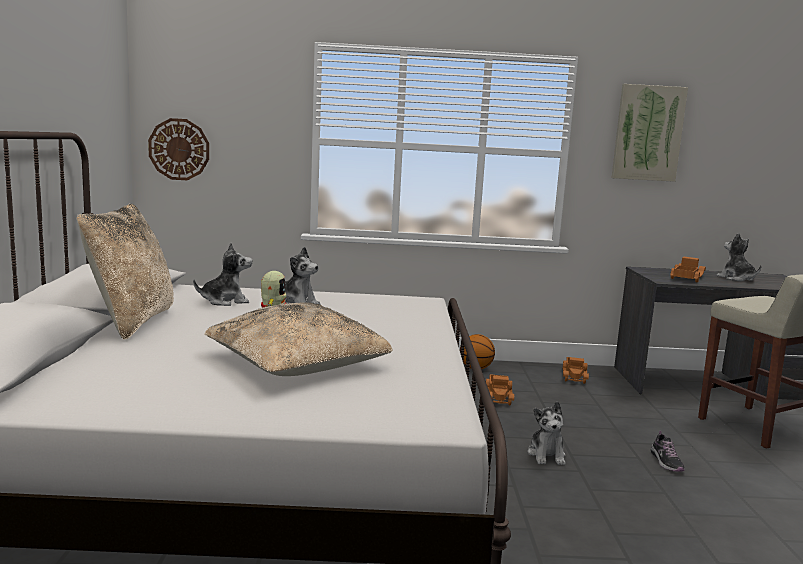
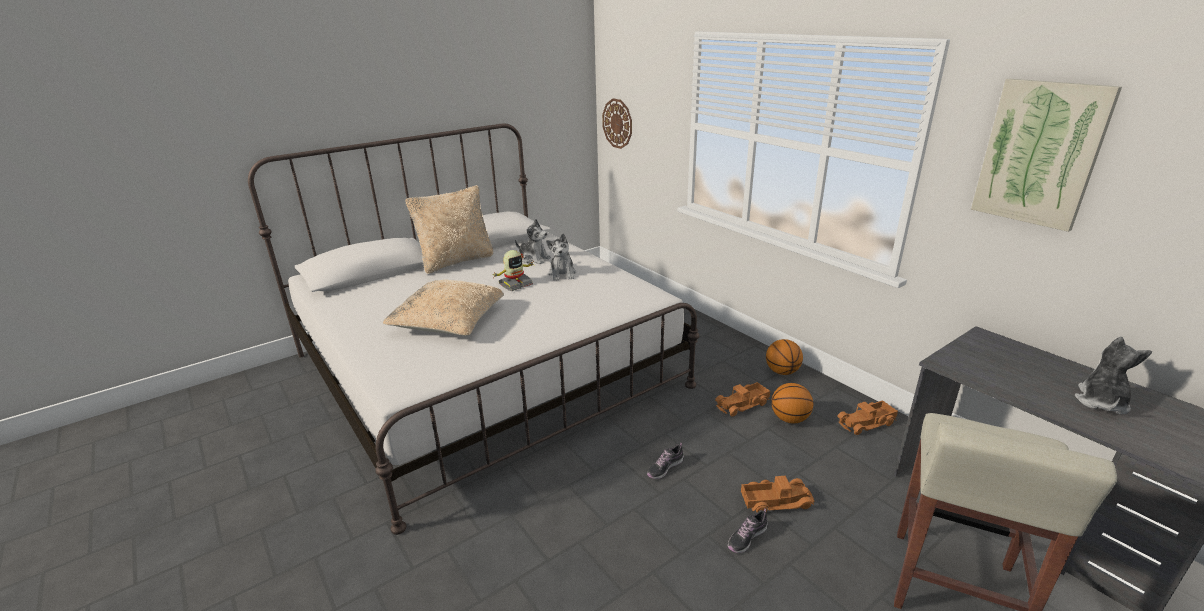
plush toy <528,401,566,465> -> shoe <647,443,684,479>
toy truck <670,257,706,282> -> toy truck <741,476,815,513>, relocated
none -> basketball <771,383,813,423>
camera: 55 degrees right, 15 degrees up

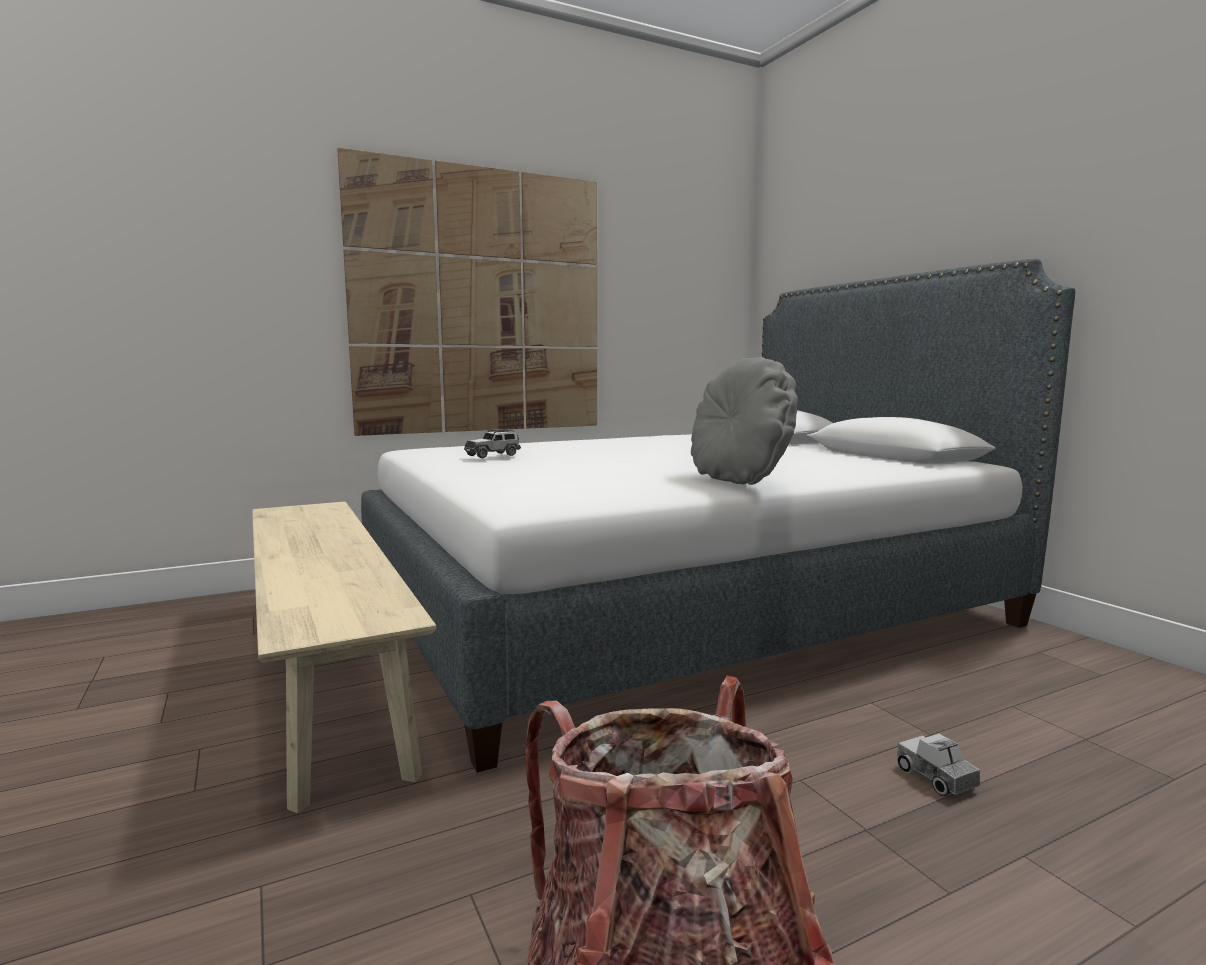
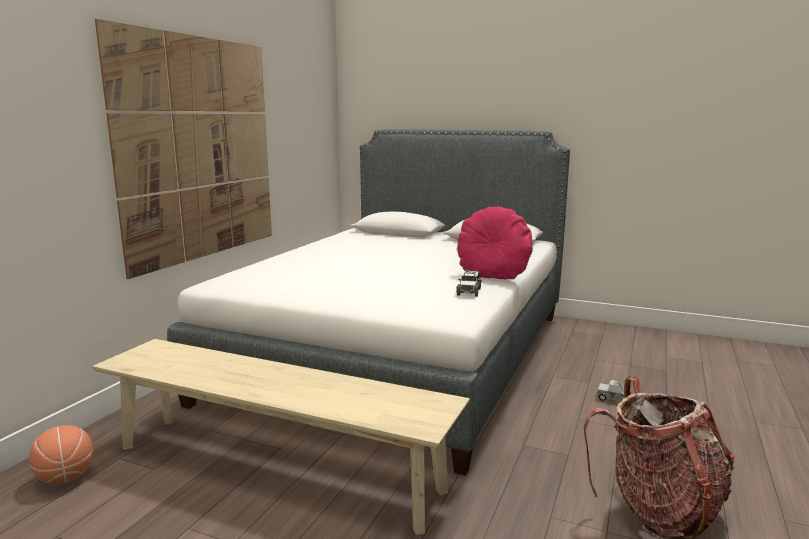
toy car <464,429,521,458> -> toy car <456,270,481,297>, relocated
pillow/grey <691,357,798,485> -> pillow/pink <457,206,533,279>
none -> basketball <29,425,93,484>
camera: 40 degrees left, 5 degrees up

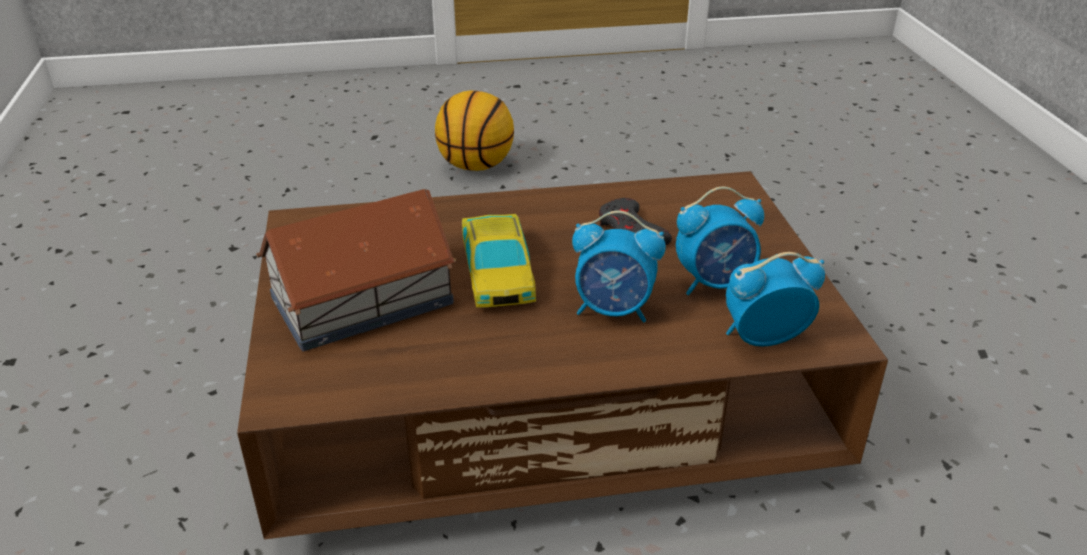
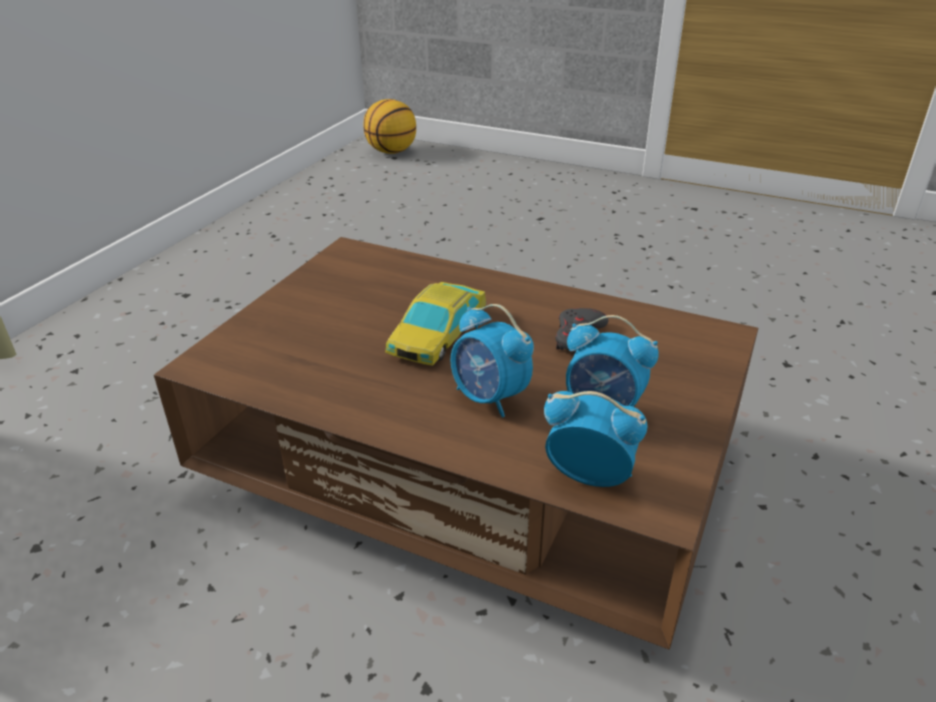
toy house <256,189,456,352> -> none
basketball <435,90,514,171> -> basketball <363,99,416,154>, relocated
camera: 35 degrees right, 0 degrees up

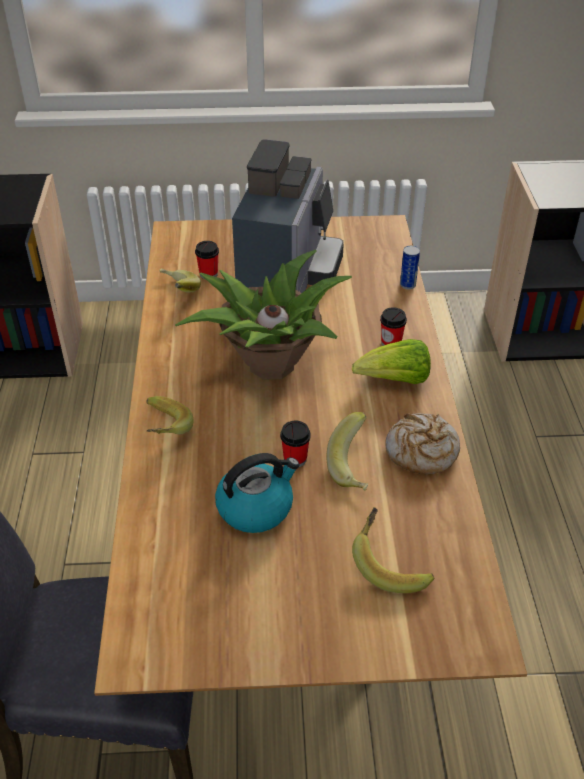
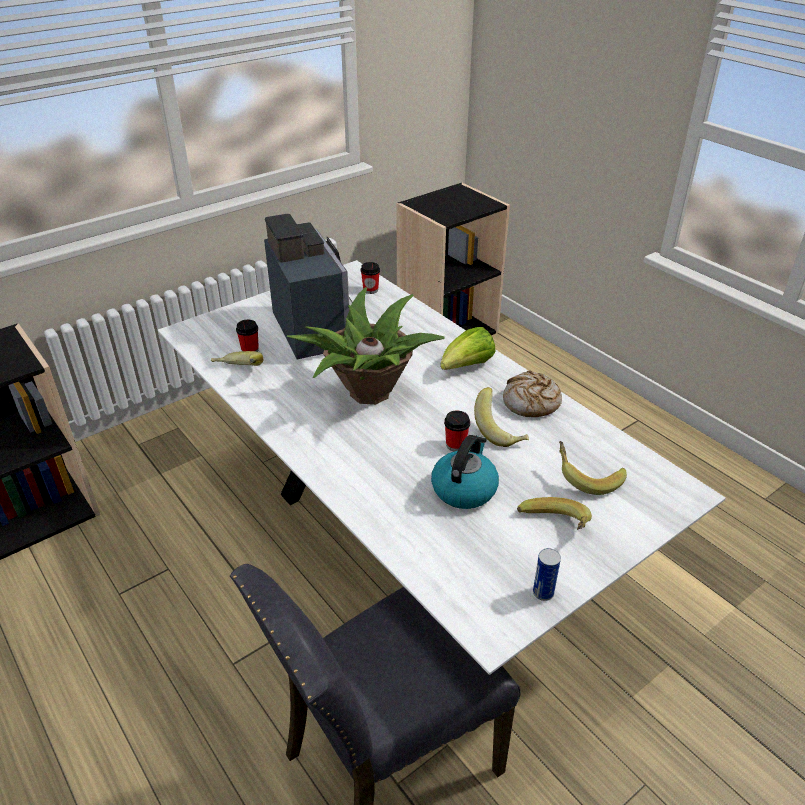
dining table/brown <94,215,527,696> -> dining table/white <158,260,726,675>
banana <146,396,194,434> -> banana <517,497,592,530>, relocated
cup <380,307,407,346> -> cup <361,262,380,294>, relocated
can <400,246,420,289> -> can <533,548,561,601>, relocated
camera: 35 degrees left, 5 degrees down

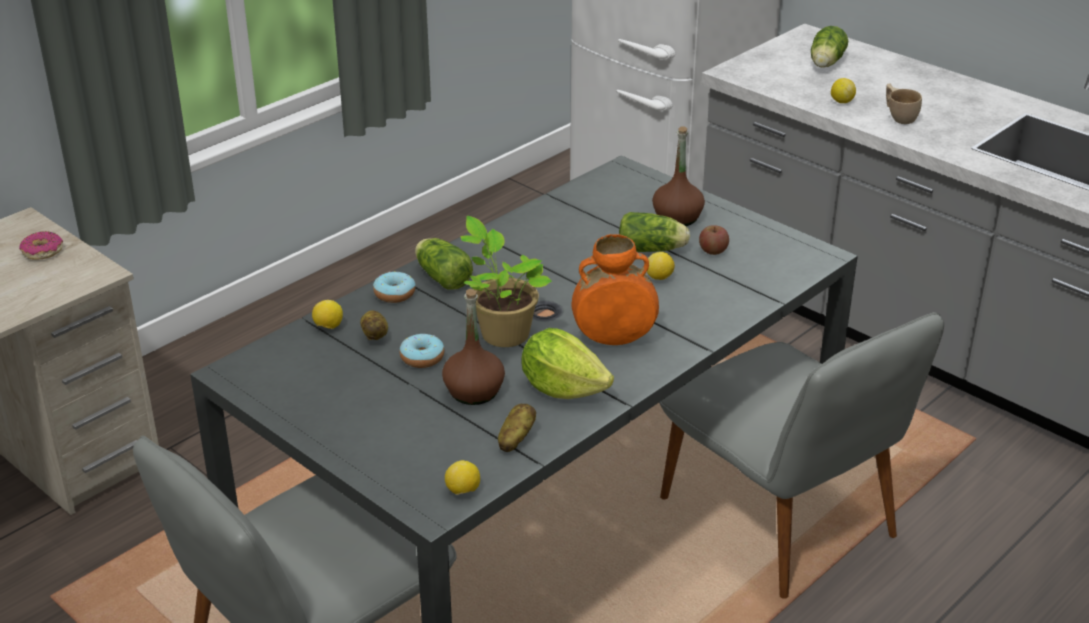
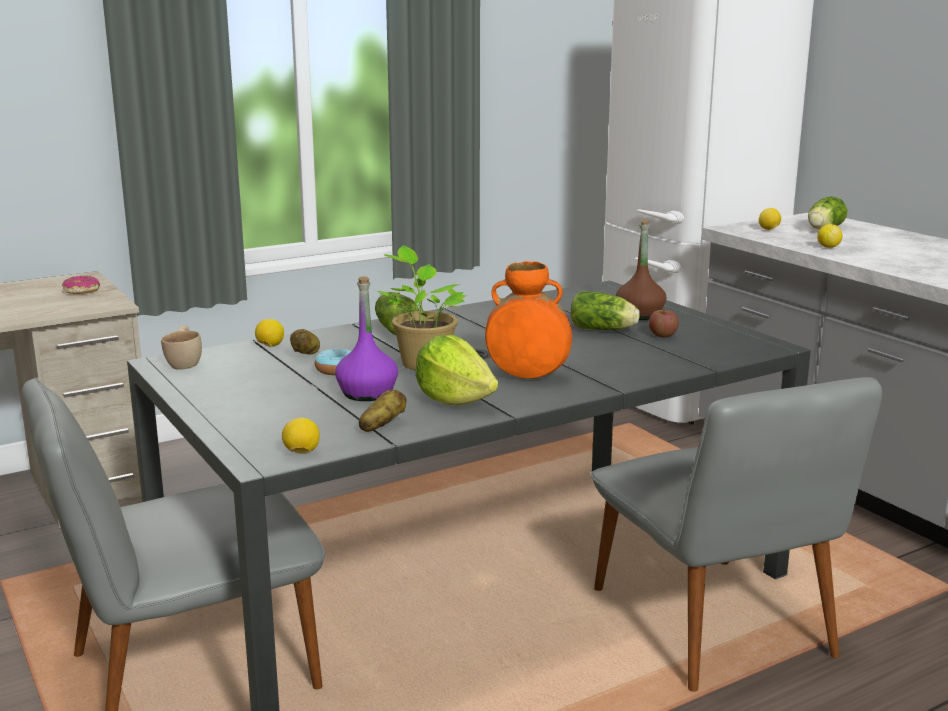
donut <373,271,416,303> -> none
bottle/brown <442,289,505,405> -> bottle/purple <335,276,398,401>
lemon <647,252,675,280> -> lemon <759,208,781,230>, relocated
cup/beige <886,83,922,124> -> cup/beige <161,325,202,370>, relocated
camera: 15 degrees right, 15 degrees down

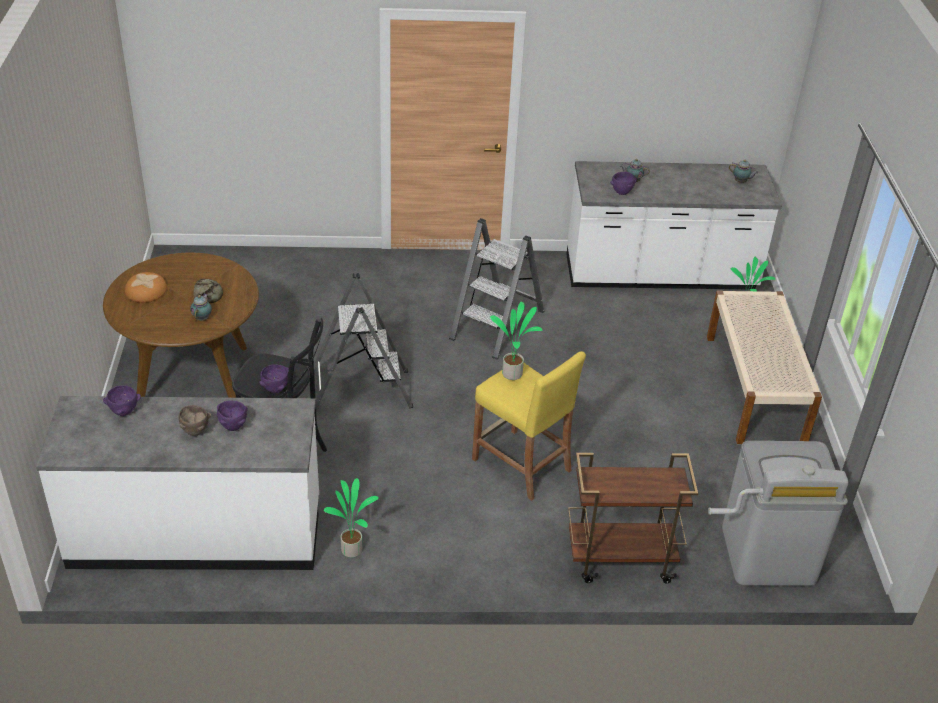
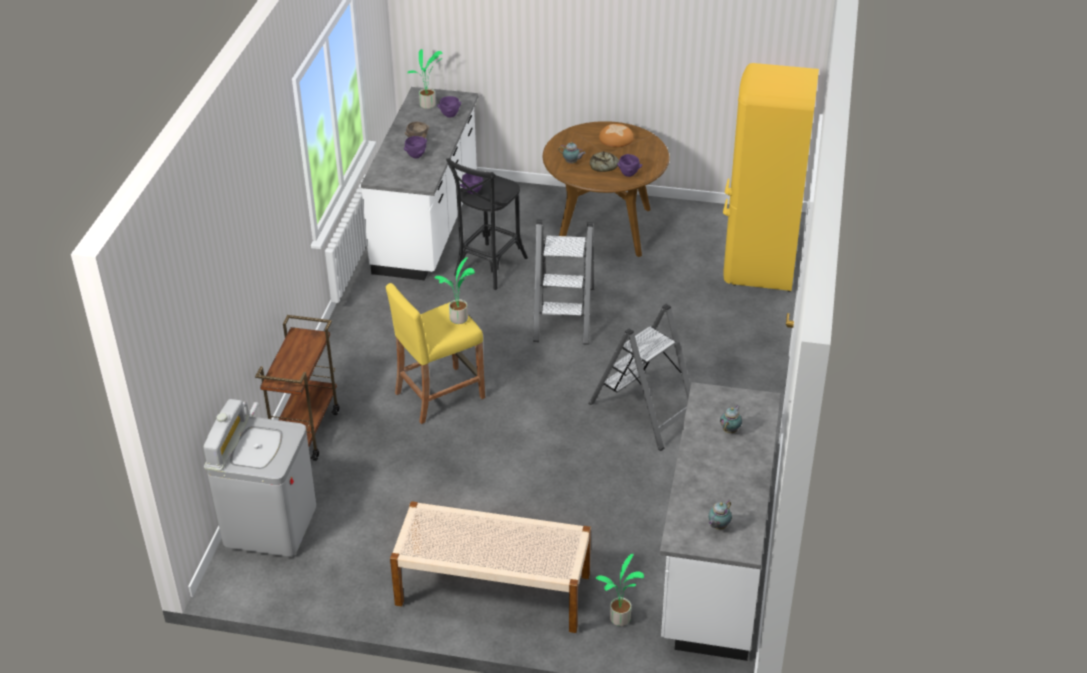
potted plant <324,478,379,558> -> potted plant <407,49,443,109>, relocated
bowl/purple <610,172,637,195> -> bowl/purple <617,154,642,177>, relocated
none -> fridge/yellow <723,63,819,292>
camera: 105 degrees right, 0 degrees up

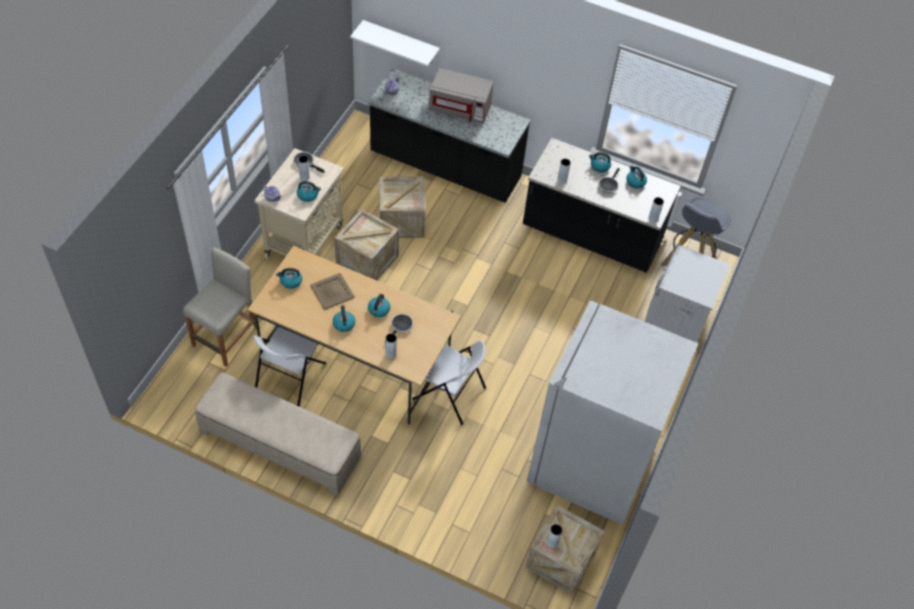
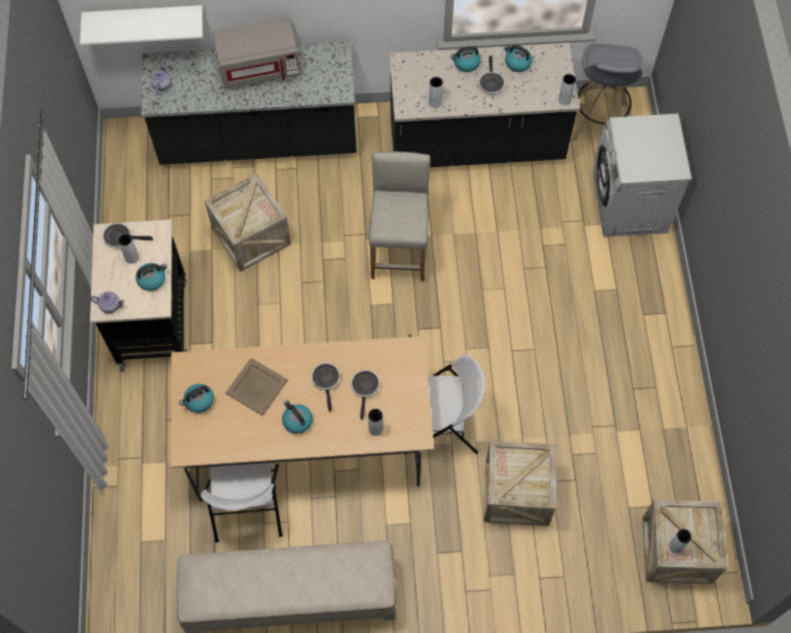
stool/beige <183,247,260,366> -> stool/beige <368,152,430,281>, relocated
cart/beige <254,148,344,259> -> cart/black <90,220,187,371>
crate <334,209,399,280> -> crate <484,440,556,526>, relocated
kettle <368,294,390,317> -> frying pan <311,362,340,412>
fridge/white <527,301,699,525> -> none
camera: 25 degrees left, 10 degrees up

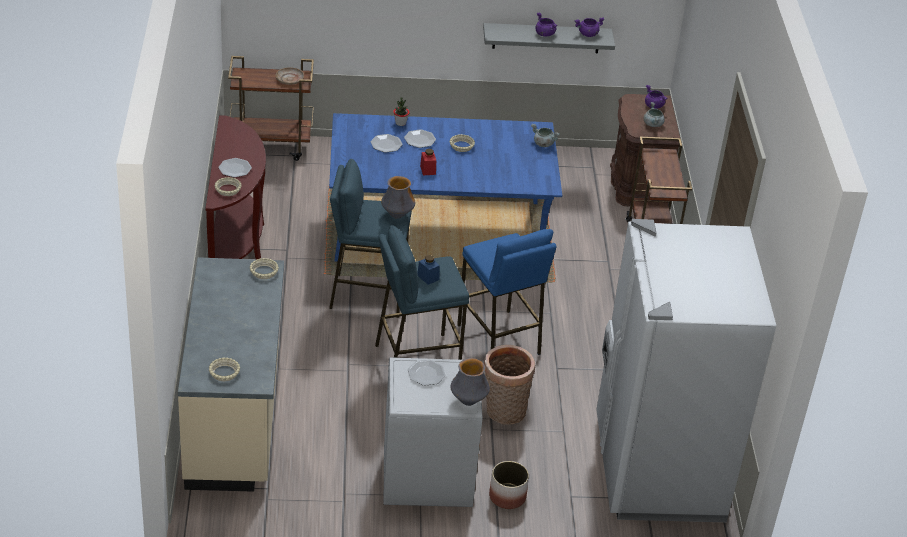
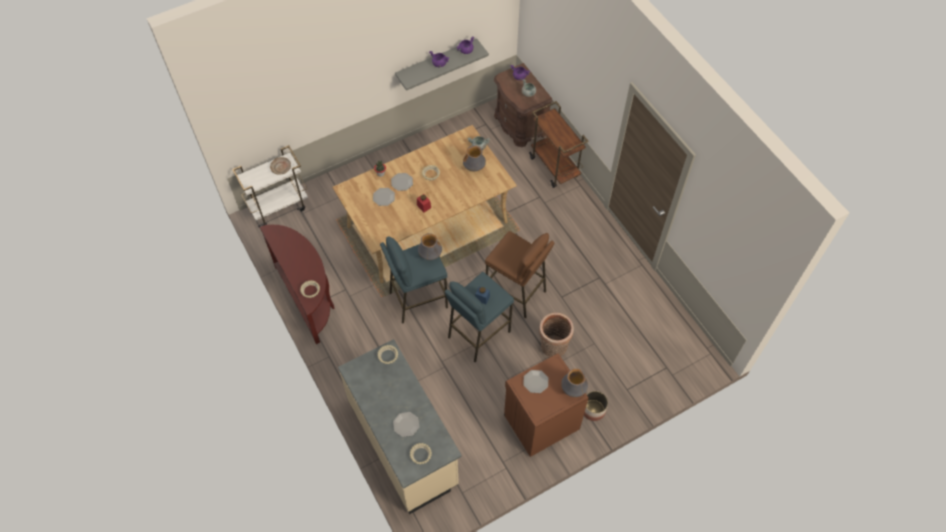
plate <218,158,252,178> -> plate <393,412,420,437>, relocated
cart/brown <228,56,314,161> -> cart/white <232,145,308,228>
dining table/blue <329,113,562,262> -> dining table/beige <332,125,517,283>
washing machine/white <384,357,483,507> -> washing machine/brown <504,353,589,457>
stool/blue <457,229,556,355> -> stool/brown <485,231,554,318>
fridge/white <596,219,776,522> -> none
none -> vase <463,145,486,171>
camera: 25 degrees left, 20 degrees up

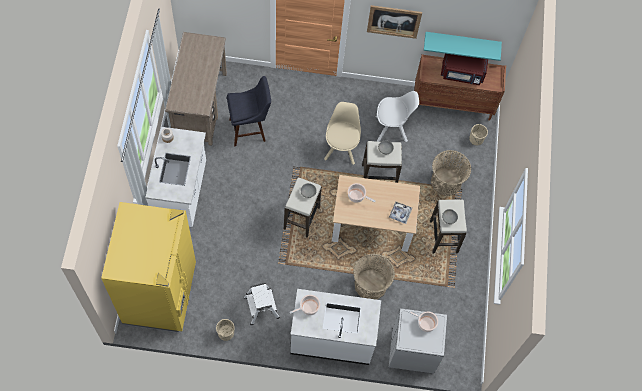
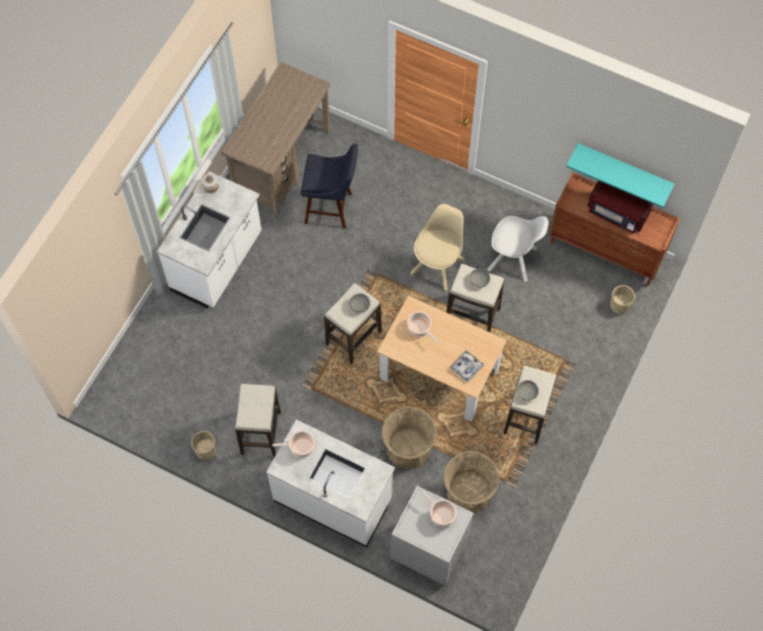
fridge/yellow <101,202,196,332> -> none
step ladder/white <244,283,280,325> -> stool <235,384,281,457>
picture <367,5,422,39> -> none
basket <431,150,471,196> -> basket <443,451,500,513>, relocated
camera: 25 degrees right, 0 degrees up

